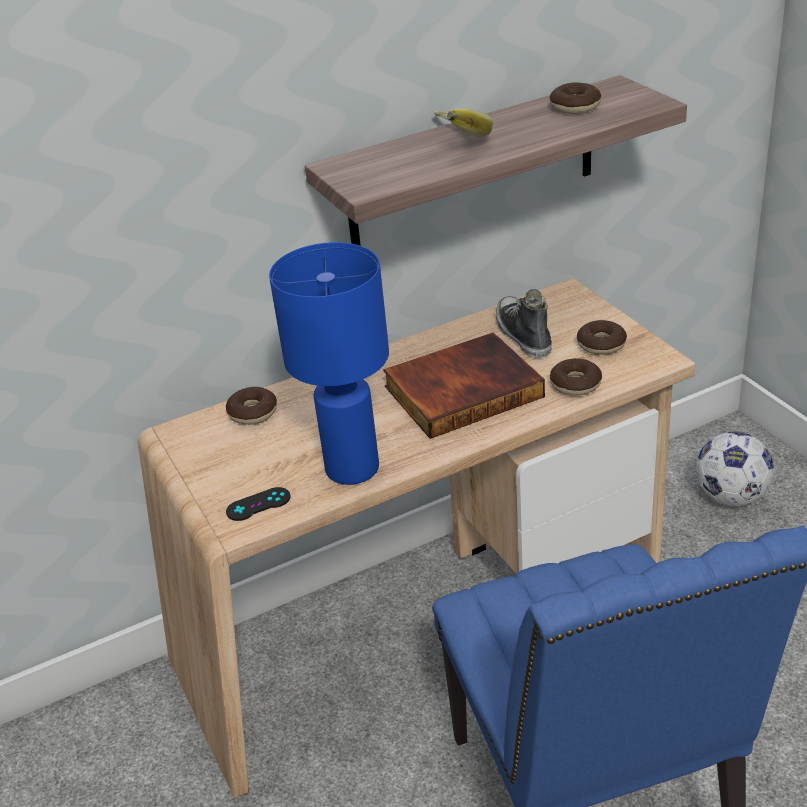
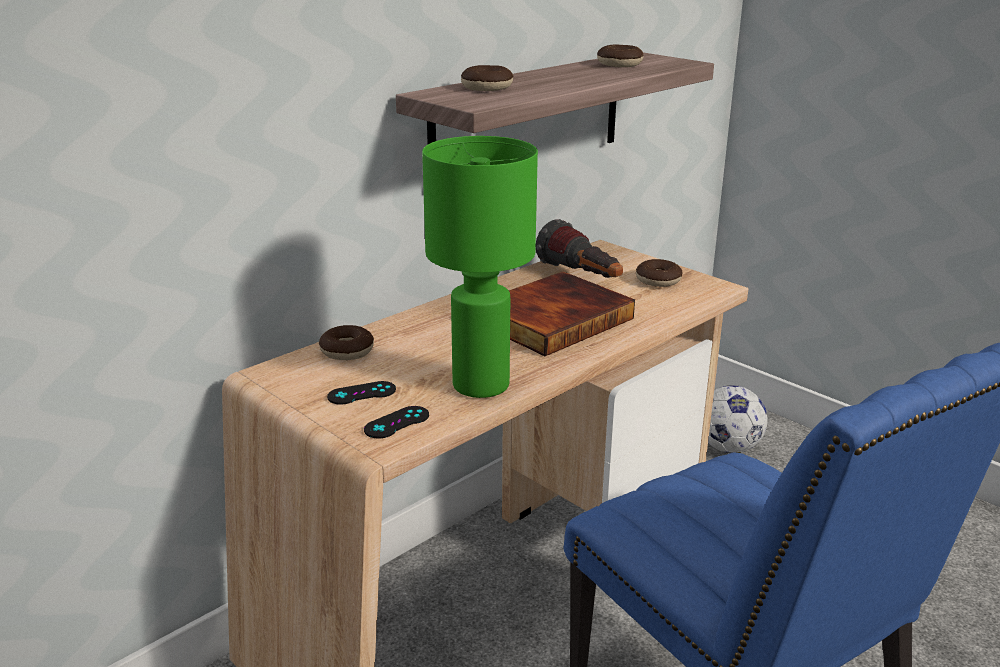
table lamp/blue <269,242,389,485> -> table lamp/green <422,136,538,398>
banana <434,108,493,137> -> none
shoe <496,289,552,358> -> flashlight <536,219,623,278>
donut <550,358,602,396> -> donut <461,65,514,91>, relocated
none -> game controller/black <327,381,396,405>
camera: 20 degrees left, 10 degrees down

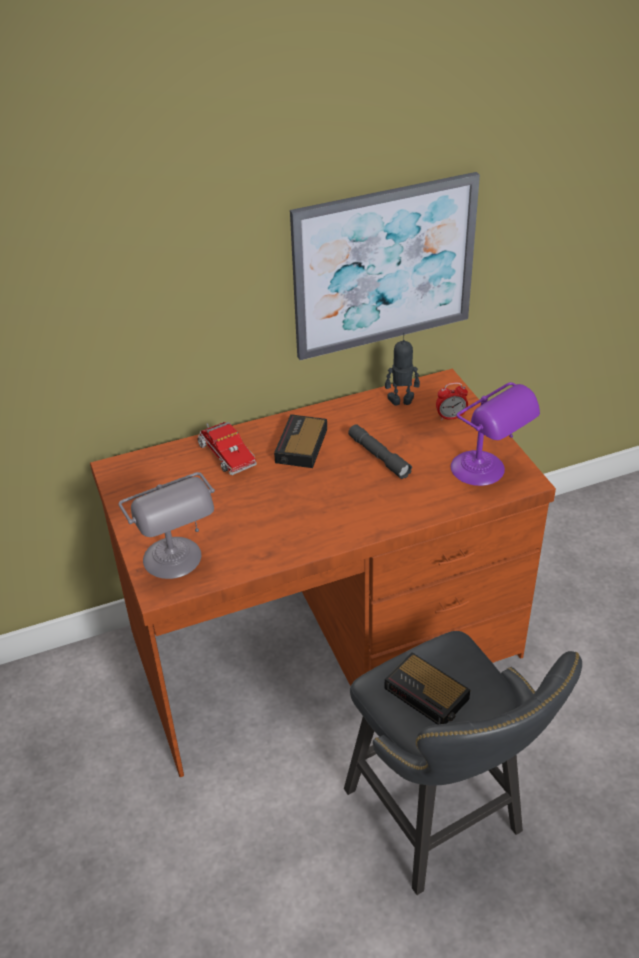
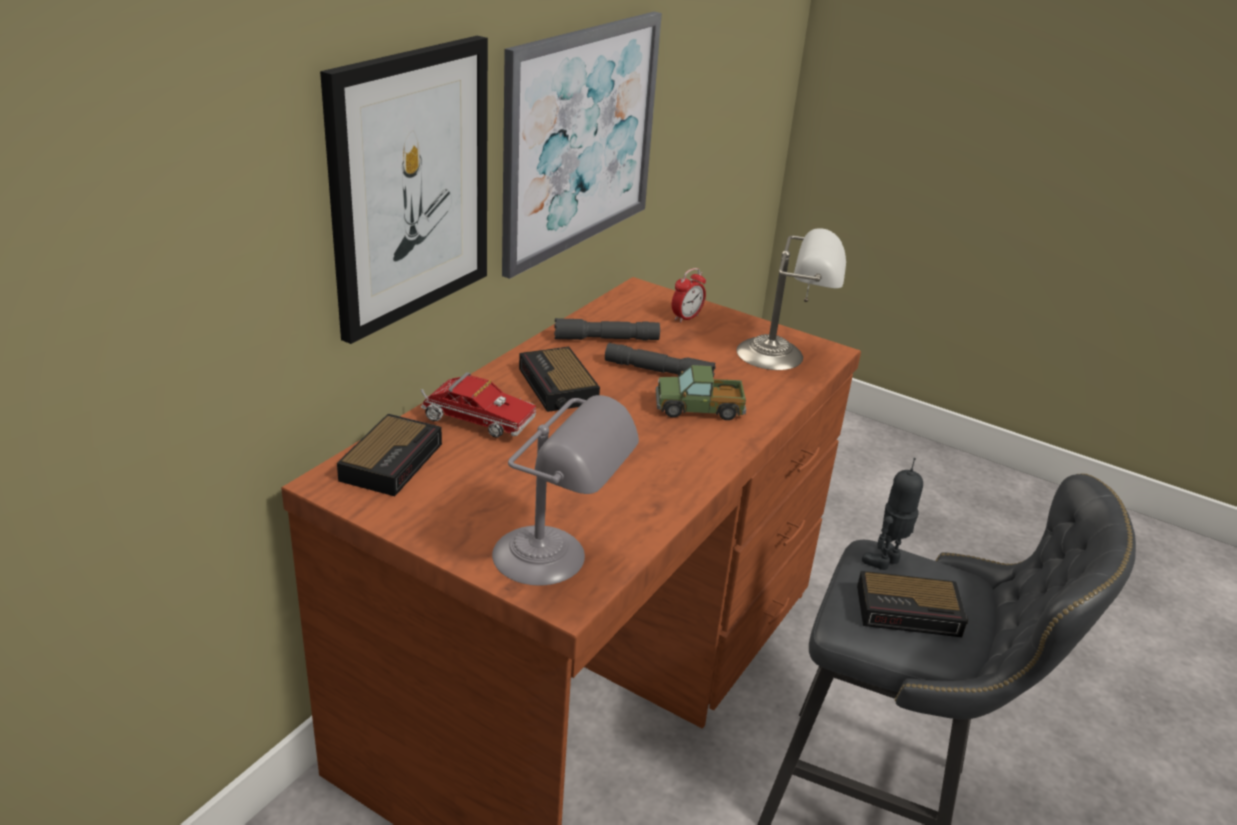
toy robot <385,333,420,405> -> toy robot <862,458,923,570>, relocated
table lamp/purple <451,382,540,486> -> table lamp/white <736,228,846,370>
none -> picture <320,36,488,344>
none -> alarm clock <337,414,442,496>
none -> flashlight/grey <554,318,660,341>
none -> toy truck <656,365,746,420>
camera: 40 degrees left, 10 degrees down

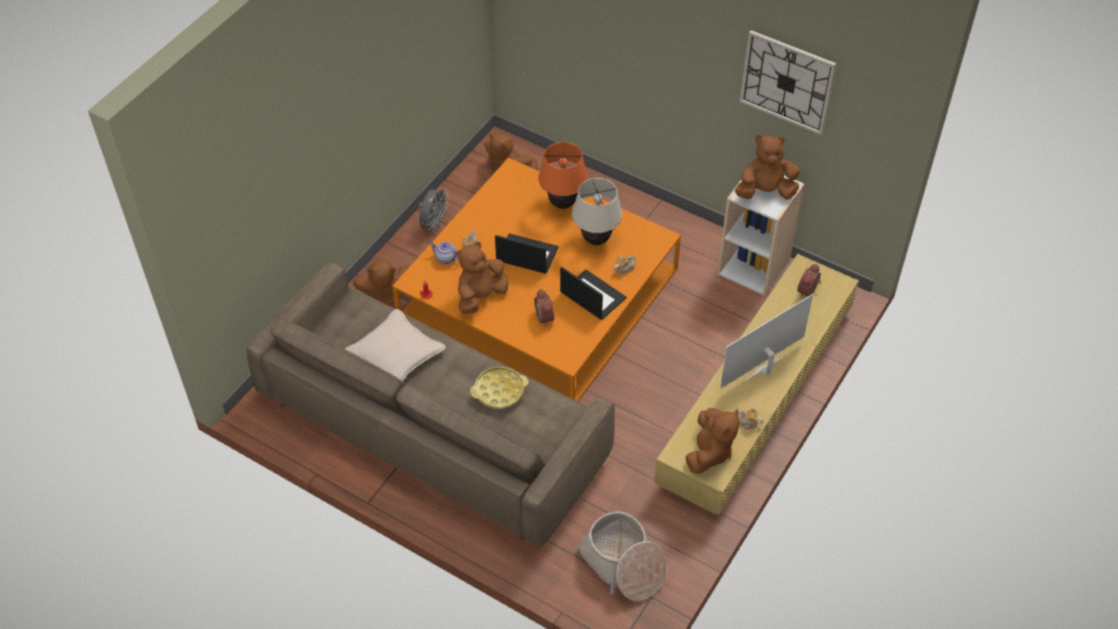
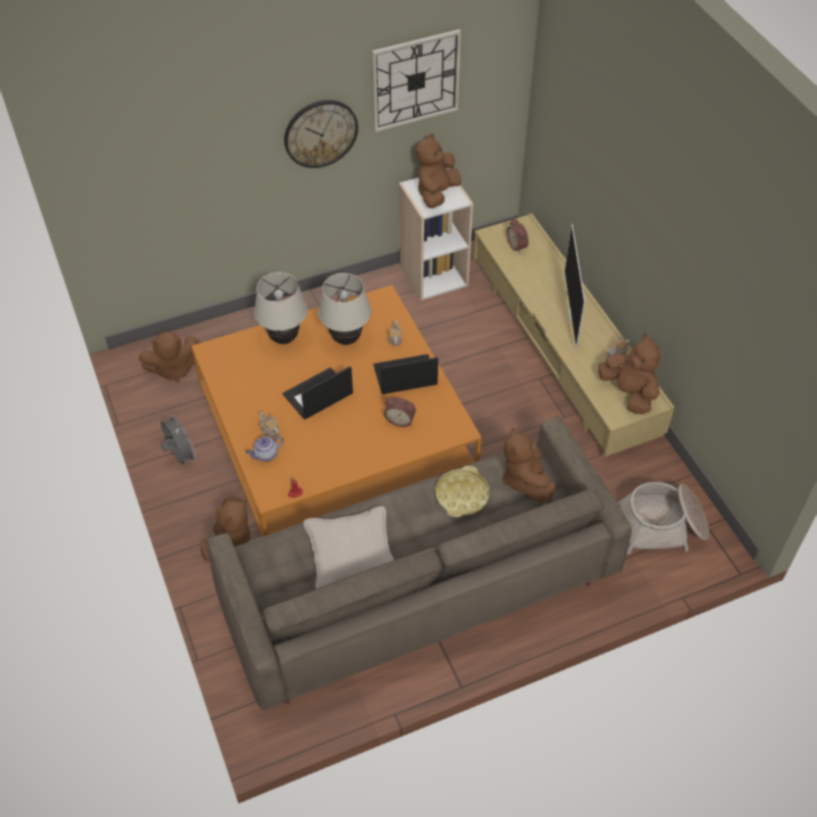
plush toy/brown <456,242,508,314> -> plush toy/brown <503,428,556,502>, relocated
table lamp/orange <538,142,588,209> -> table lamp/beige <254,272,307,344>
none -> wall clock <284,100,358,168>
camera: 55 degrees left, 0 degrees up

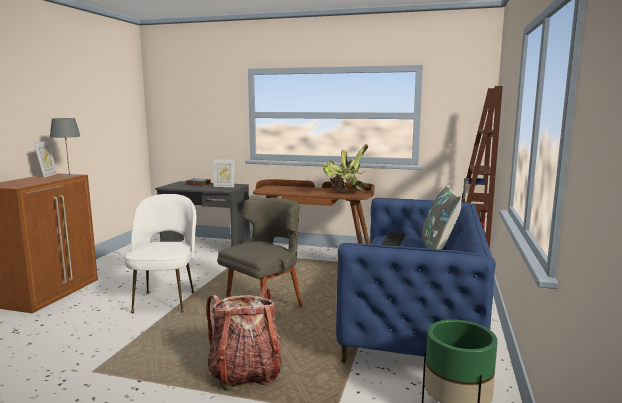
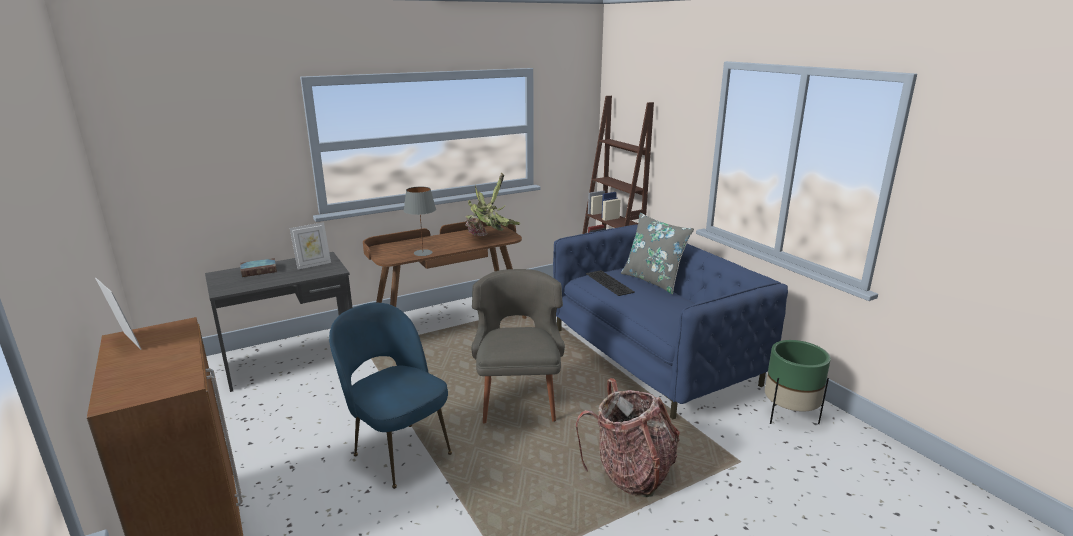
table lamp/grey <50,118,80,177> -> table lamp/grey <404,187,436,256>, relocated
chair/white <125,194,196,313> -> chair/blue <329,303,452,489>
camera: 45 degrees left, 10 degrees up

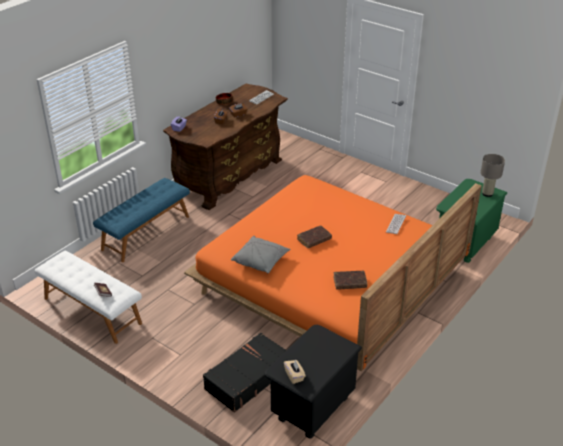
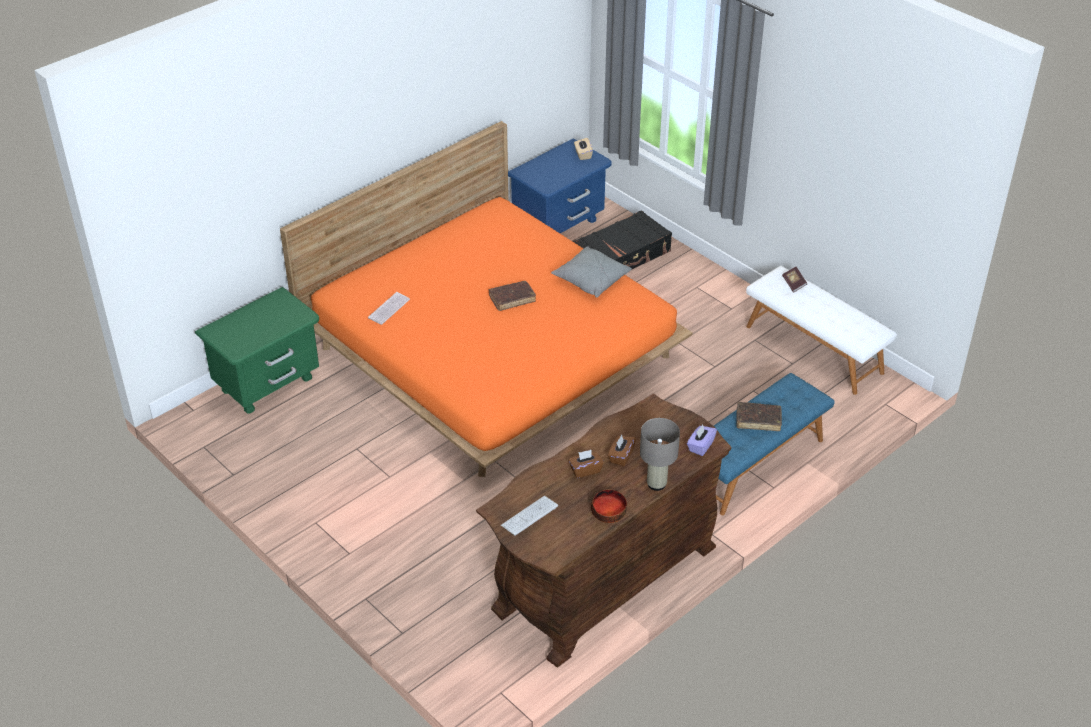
nightstand/black <265,325,362,439> -> nightstand/blue <508,138,612,233>
book/brown <333,271,367,290> -> book/brown <736,402,782,431>, relocated
table lamp/grey <481,154,505,197> -> table lamp/grey <640,418,680,491>, relocated
camera: 170 degrees left, 5 degrees up

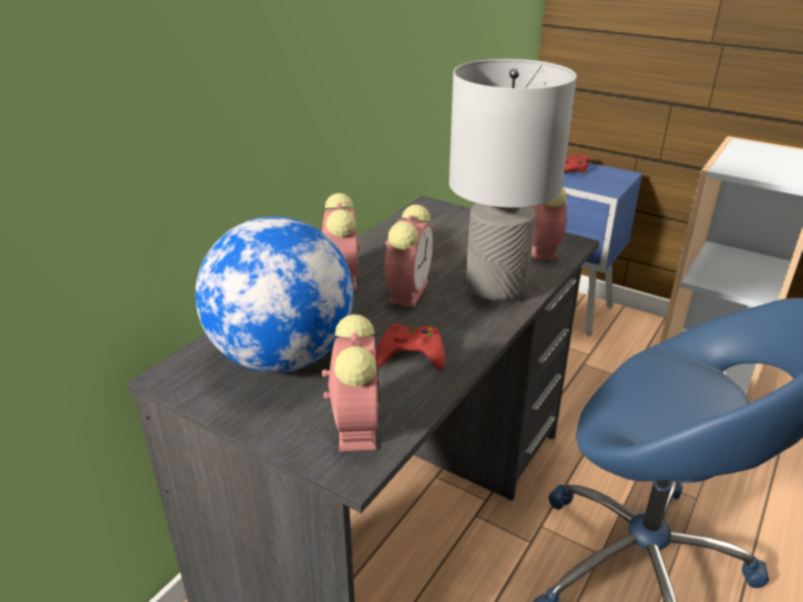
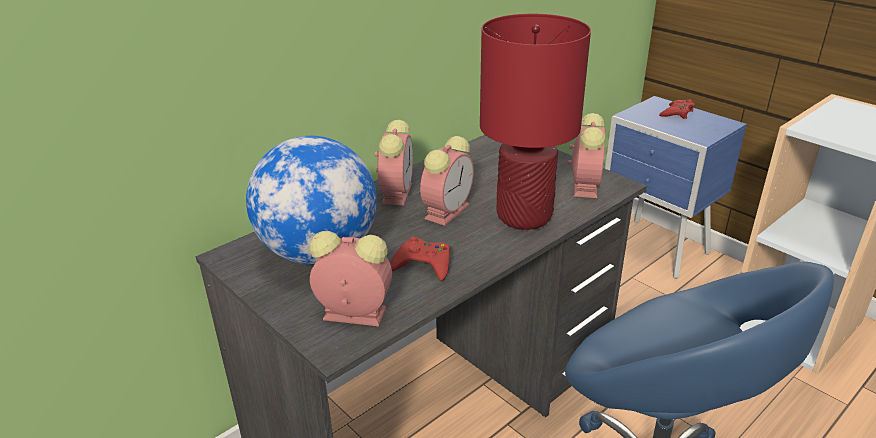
alarm clock <322,314,380,451> -> alarm clock <309,231,392,326>, 90 degrees counterclockwise
table lamp/grey <449,59,577,301> -> table lamp/red <480,14,591,230>
camera: 15 degrees right, 0 degrees up

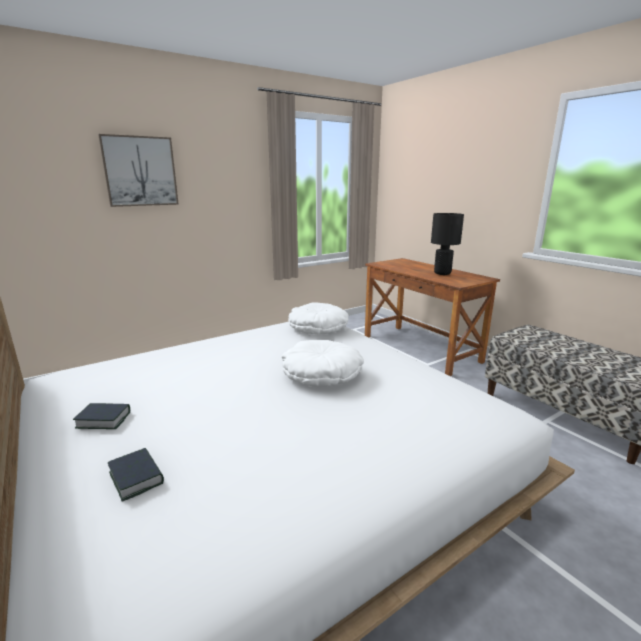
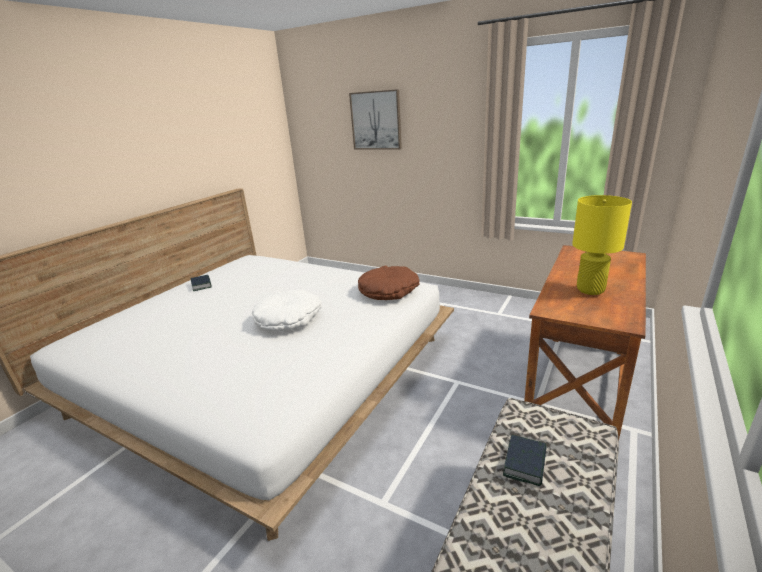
book <108,448,164,502> -> book <503,435,547,486>, relocated
pillow/white <288,302,348,334> -> pillow/brown <358,265,420,300>
table lamp/black <431,213,464,275> -> table lamp/yellow <572,195,632,295>
camera: 65 degrees right, 5 degrees up

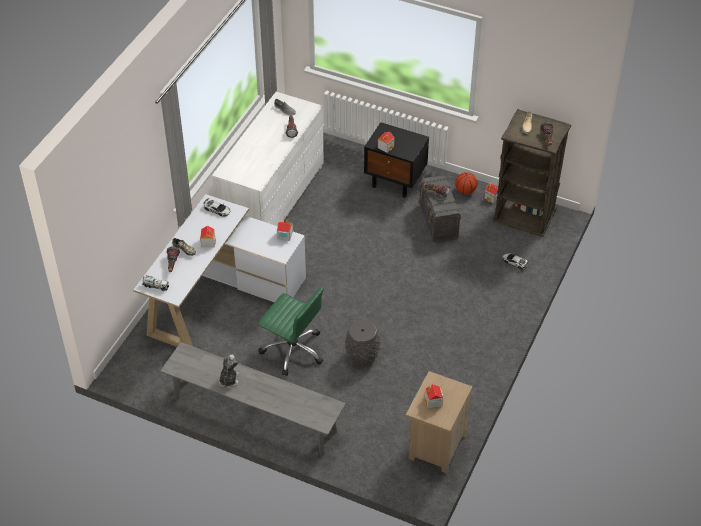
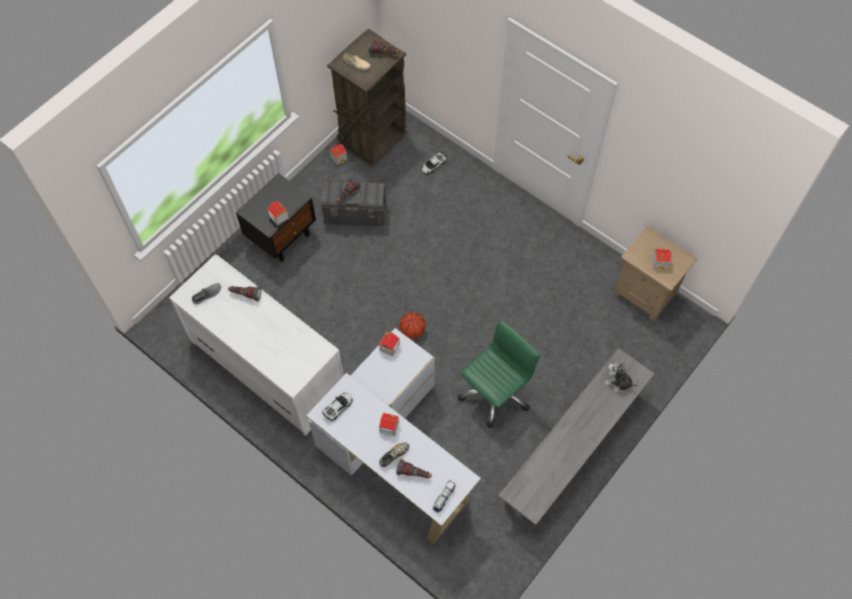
plush toy <218,355,239,388> -> plush toy <604,360,638,393>, relocated
stool/grey <345,320,380,367> -> none
basketball <455,172,477,194> -> basketball <400,312,426,339>, relocated
camera: 75 degrees left, 15 degrees up

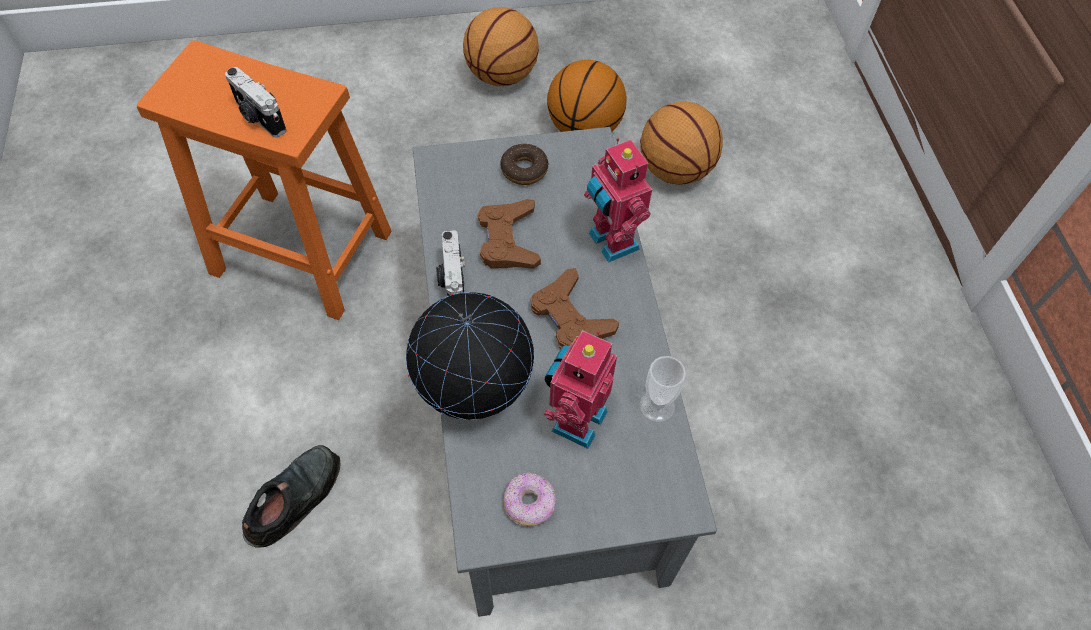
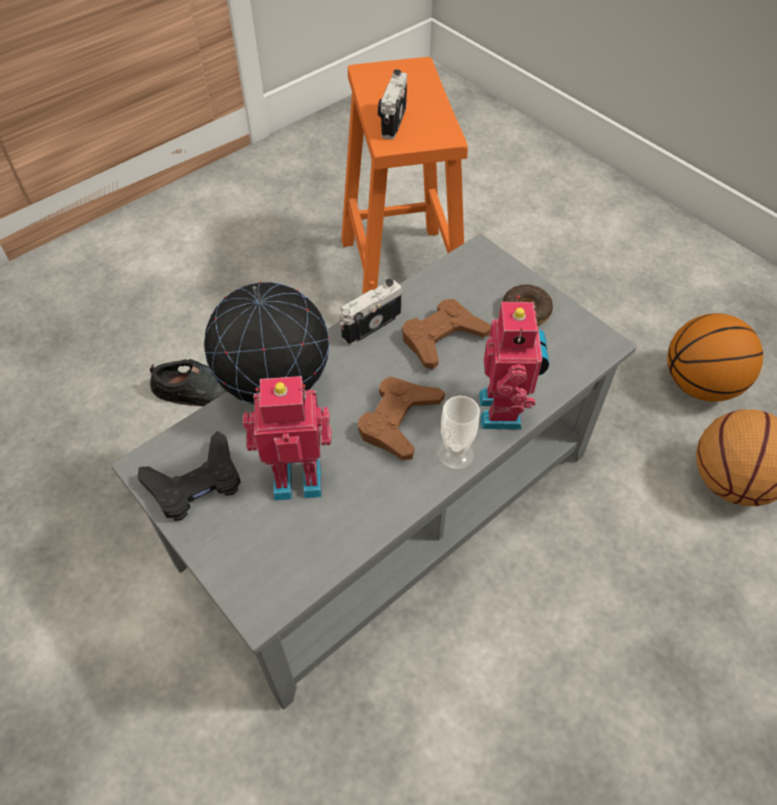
basketball <463,7,539,86> -> none
donut <503,472,557,527> -> game controller/black <138,431,241,521>
toy robot <584,138,652,263> -> toy robot <479,296,549,429>, 150 degrees clockwise
cup <639,356,686,422> -> cup <437,396,480,470>, relocated
camera: 60 degrees right, 5 degrees down

